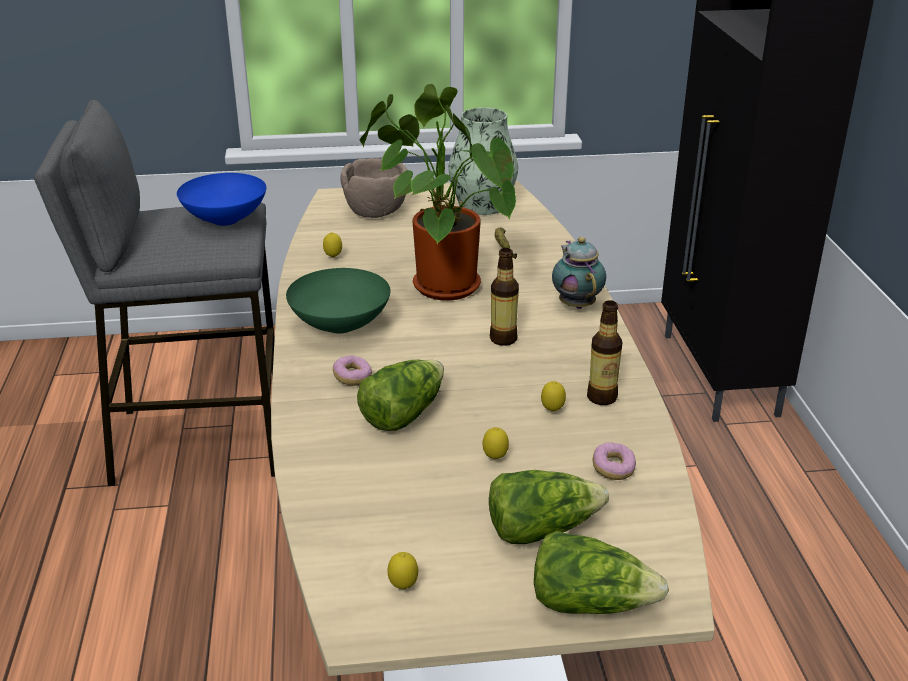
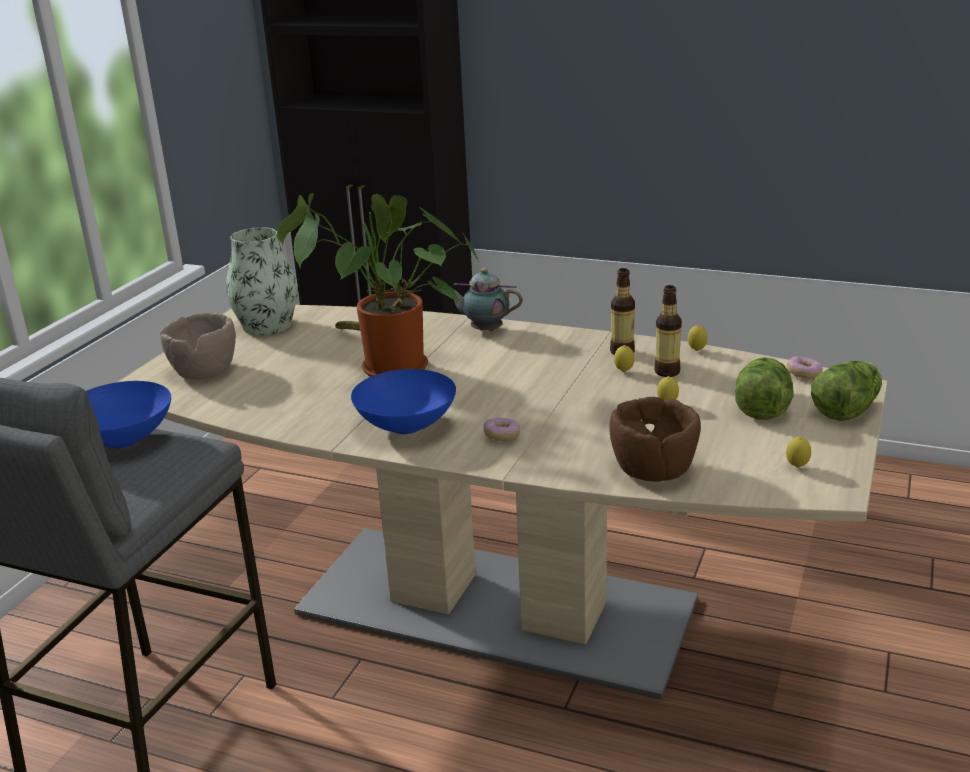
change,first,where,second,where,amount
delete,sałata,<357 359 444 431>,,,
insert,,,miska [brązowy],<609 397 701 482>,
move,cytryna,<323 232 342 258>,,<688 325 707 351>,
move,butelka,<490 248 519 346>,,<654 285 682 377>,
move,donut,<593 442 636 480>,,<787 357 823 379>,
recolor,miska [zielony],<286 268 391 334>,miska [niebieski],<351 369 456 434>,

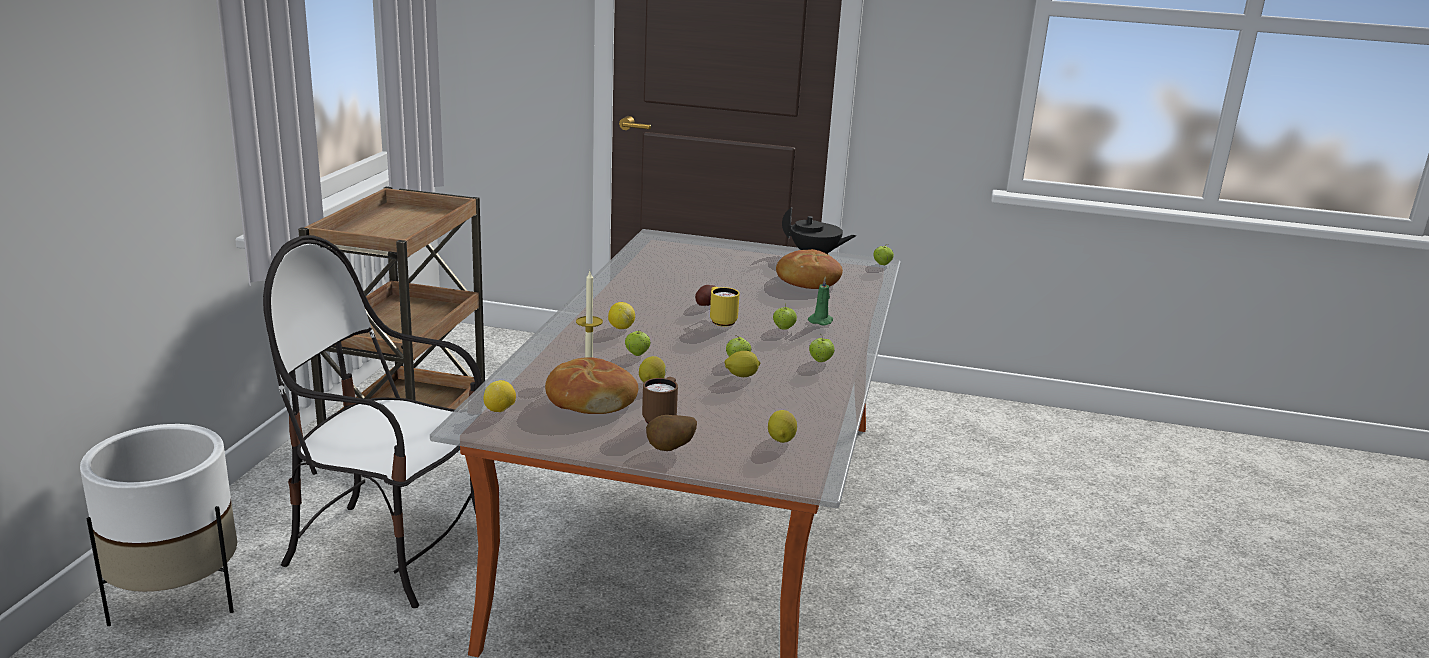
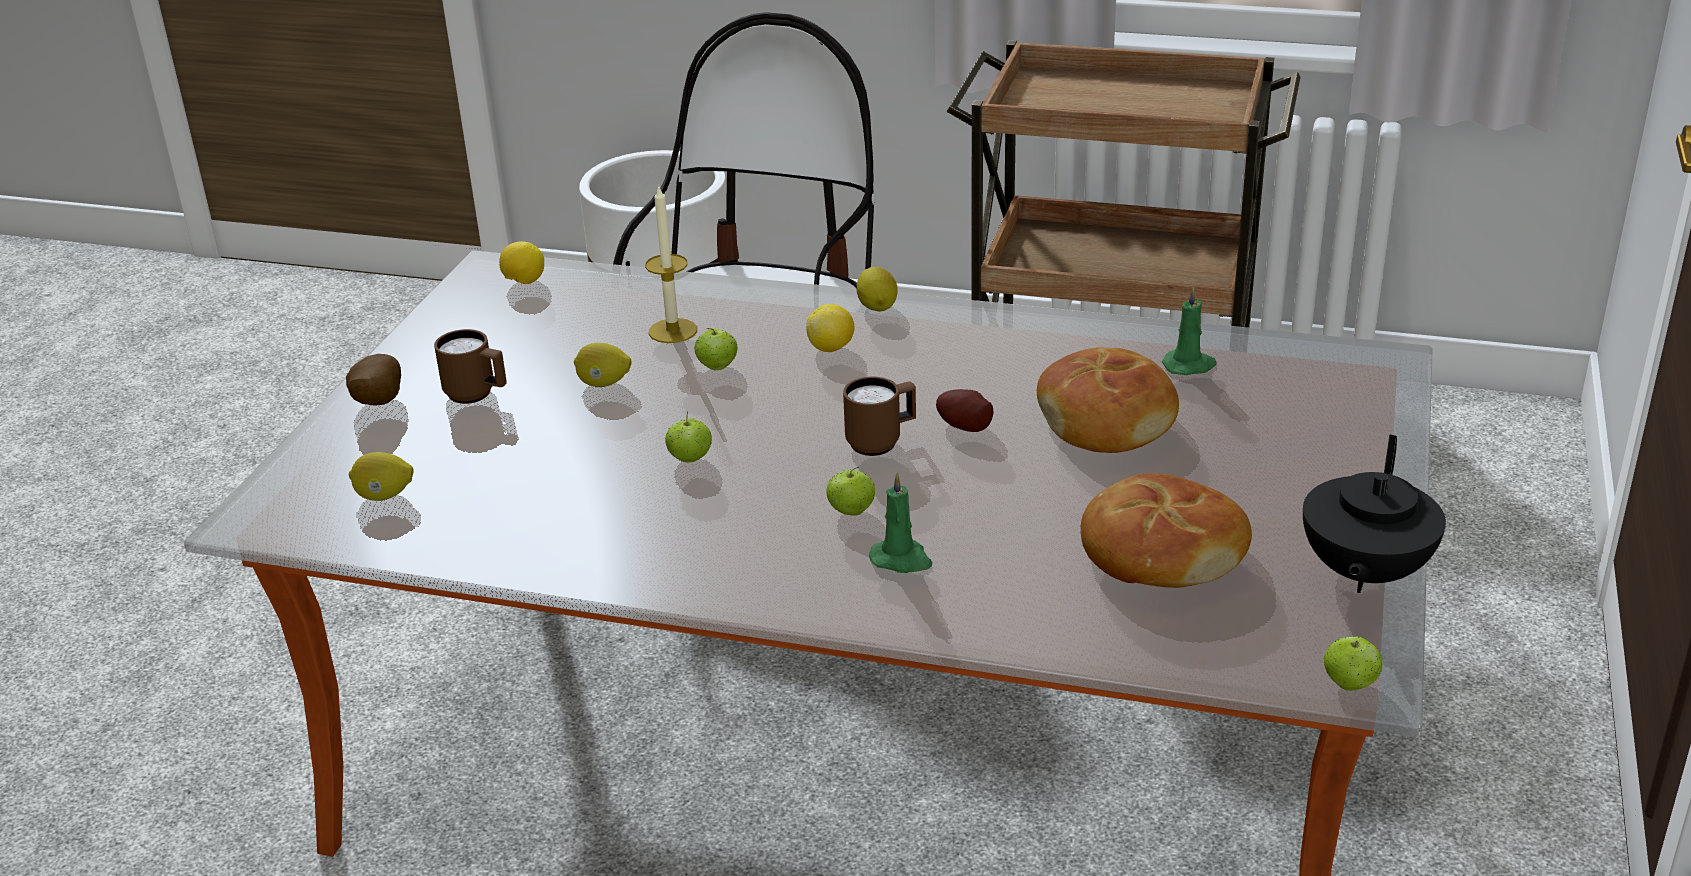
change,first,where,second,where,amount
delete,jabłko,<809 335 835 362>,,,
insert,,,świeca [zielony],<1162 286 1217 375>,
move,chleb,<545 357 638 414>,,<1037 347 1179 453>,
move,cytryna,<725 351 760 377>,,<857 267 898 312>,
recolor,kubek [żółty],<710 287 740 327>,kubek [brązowy],<843 377 916 456>,

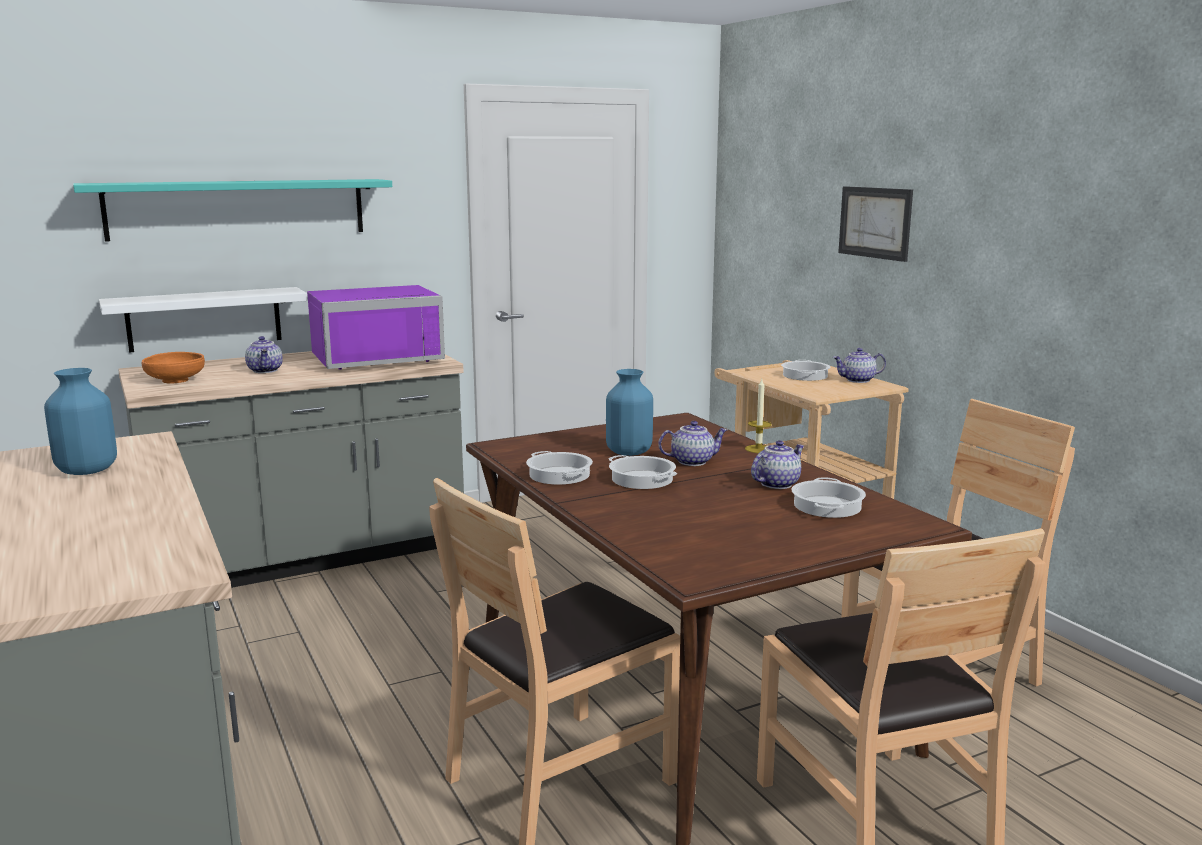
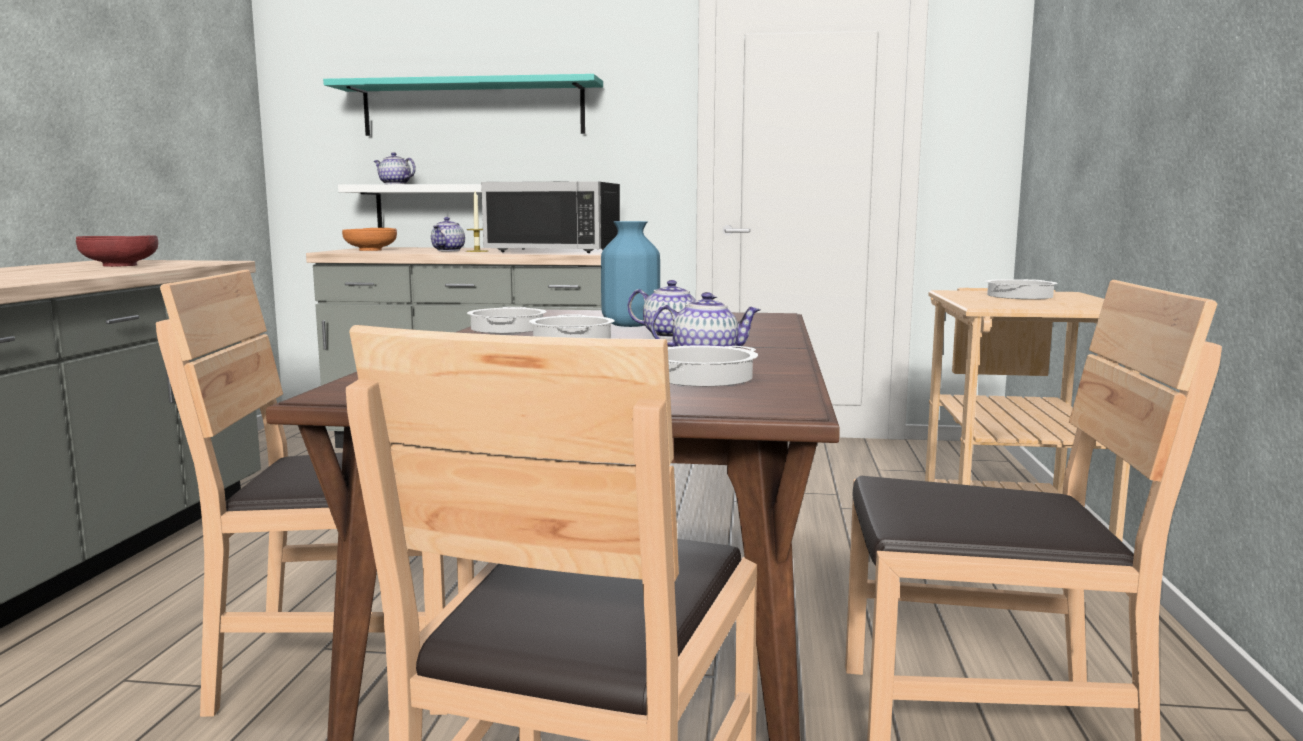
change,first,where,second,where,amount
delete,obraz,<838 186 913 262>,,,
move,świeca,<745 379 772 453>,,<466 191 488 252>,
move,imbryk,<833 348 886 383>,,<374 152 416 184>,
replace,wazon [niebieski],<44 368 117 475>,miska [czerwony],<76 235 158 267>,
recolor,mikrofalówka [fioletowy],<307 285 445 370>,mikrofalówka [czarny],<481 181 620 253>,

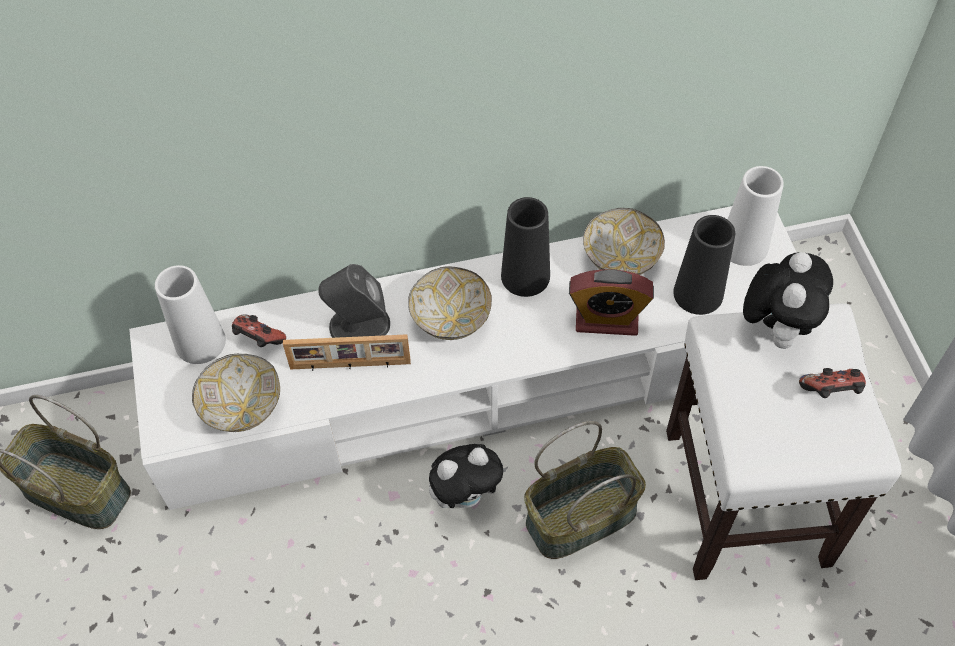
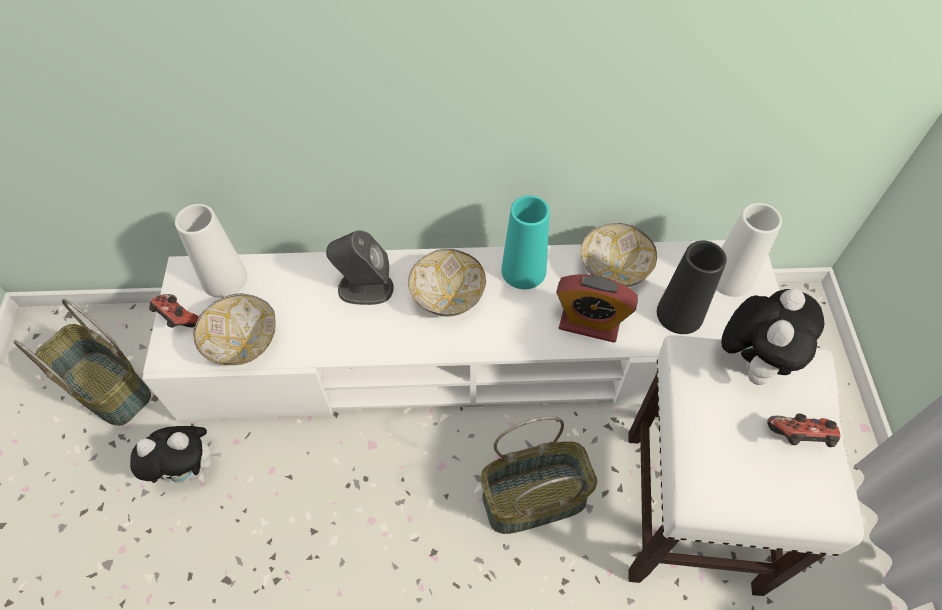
change,first,where,second,where,amount
delete,ramka na zdjęcie,<283 334 411 371>,,,
move,pad do gier,<232 314 286 347>,,<149 294 199 328>,
move,pluszak,<429 444 509 508>,,<130 426 221 483>,
recolor,wazon [czarny],<501 197 550 297>,wazon [turkusowy],<501 196 550 289>,

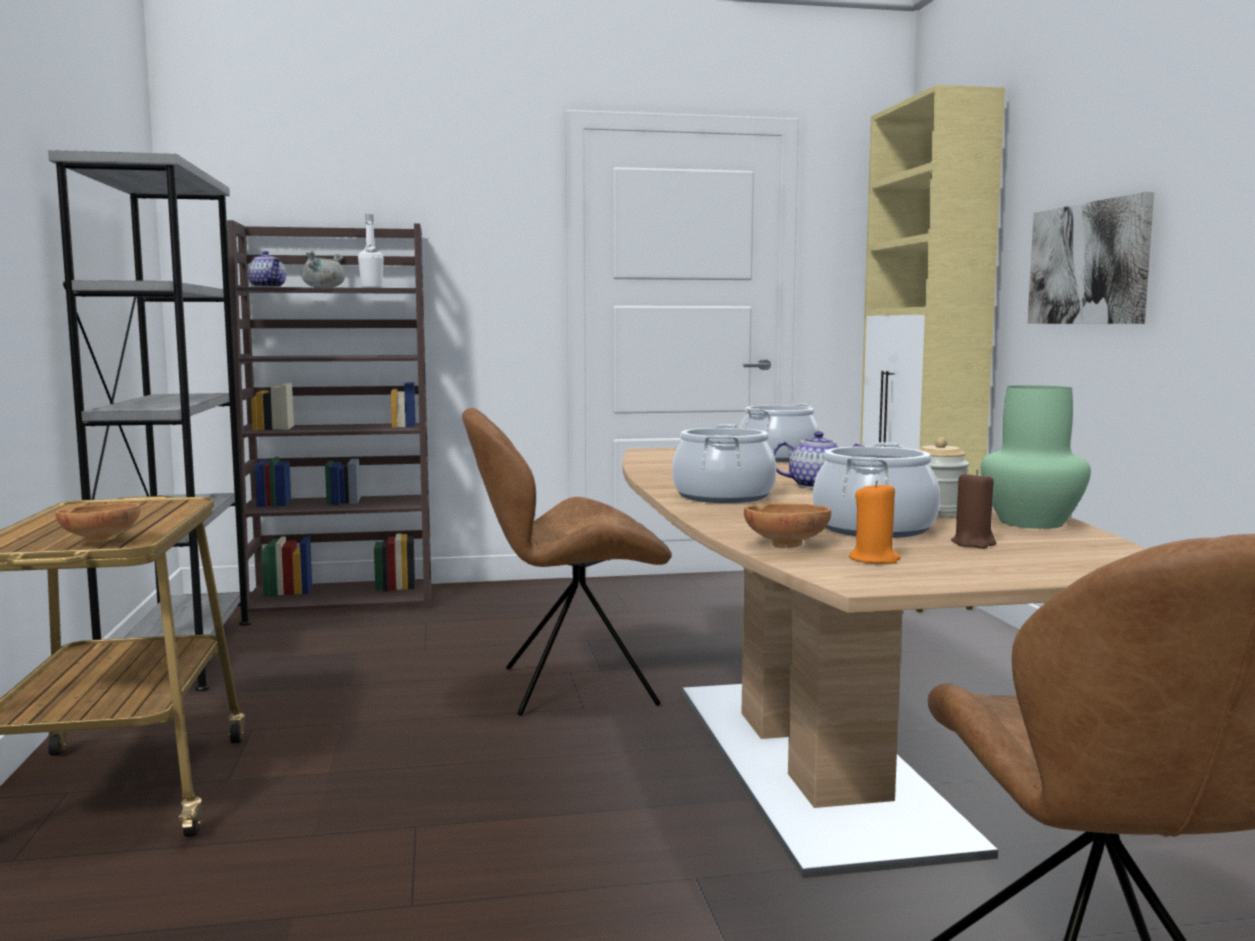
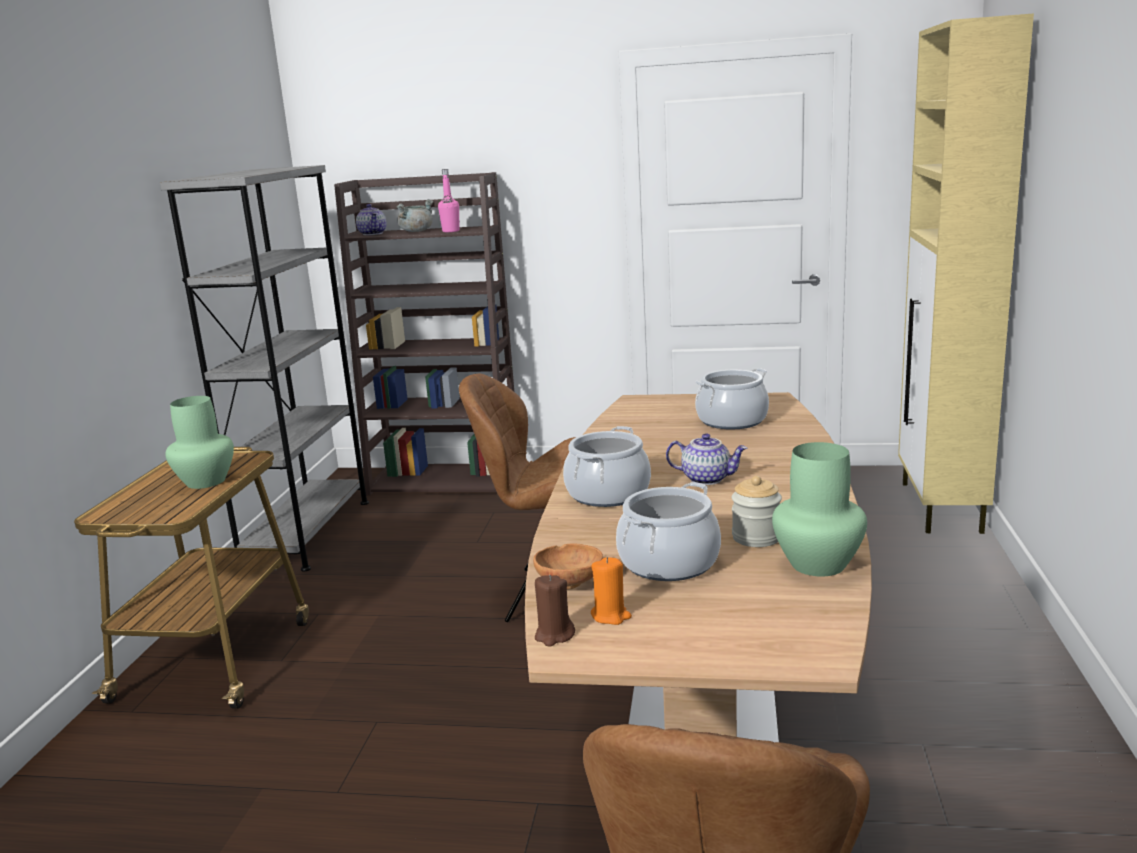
change,first,where,second,where,amount
delete,miska [brązowy],<55 503 141 543>,,,
delete,obraz,<1028 192 1154 324>,,,
insert,,,wazon [zielony],<165 396 234 489>,
move,świeca [brązowy],<951 470 996 549>,,<535 575 575 647>,
recolor,butelka [biały],<358 214 384 288>,butelka [różowy],<438 169 460 232>,

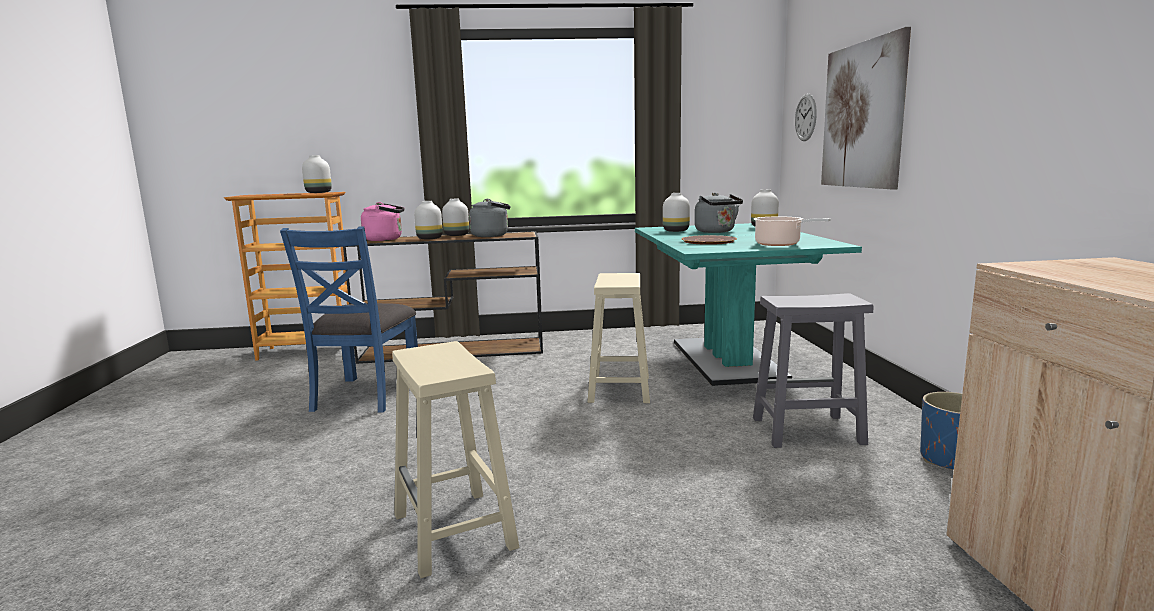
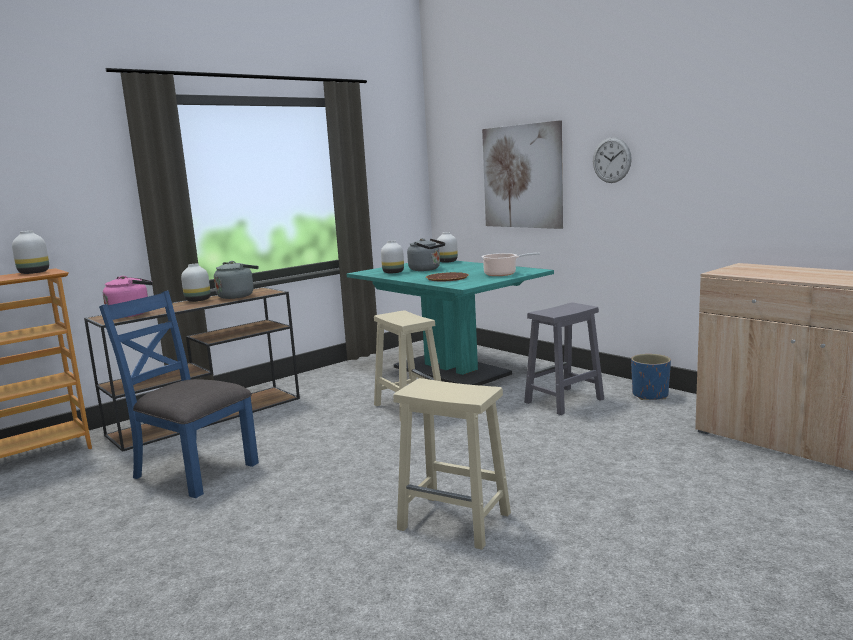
change,first,where,second,where,amount
delete,wazon [biały],<414 201 443 239>,,,
move,zegar ścienny,<795 94 817 141>,,<593 137 632 183>,
rotate,krzesło [niebieski],<280 226 418 413>,,<99 290 259 498>,150 degrees clockwise

